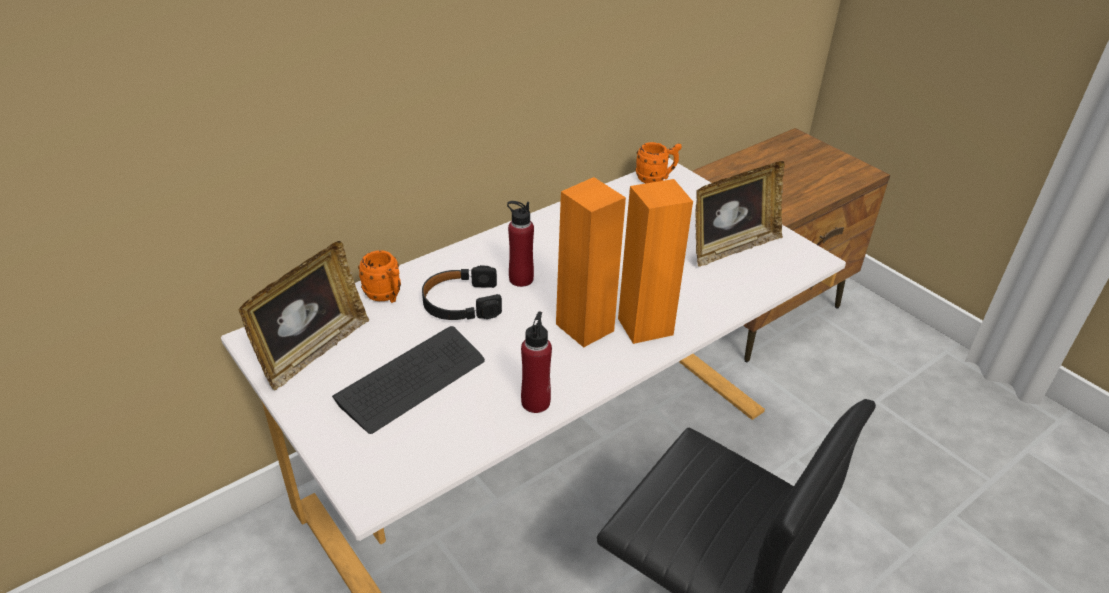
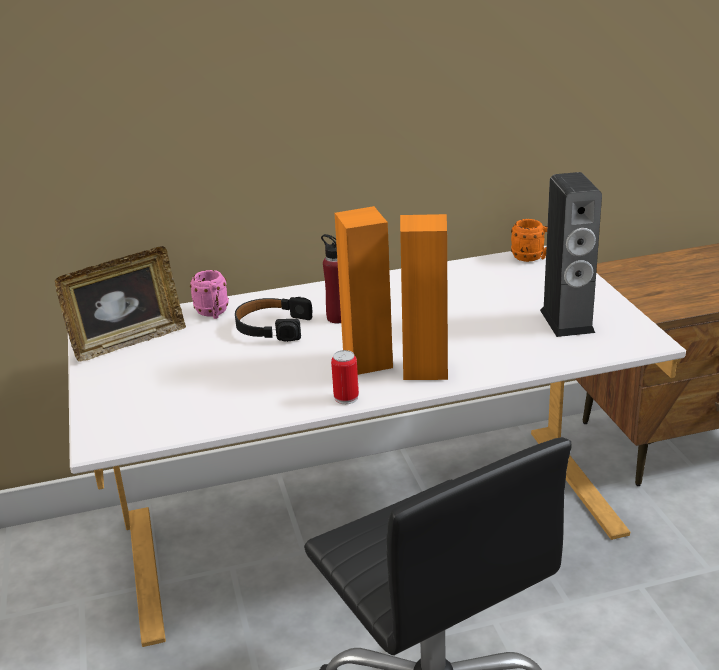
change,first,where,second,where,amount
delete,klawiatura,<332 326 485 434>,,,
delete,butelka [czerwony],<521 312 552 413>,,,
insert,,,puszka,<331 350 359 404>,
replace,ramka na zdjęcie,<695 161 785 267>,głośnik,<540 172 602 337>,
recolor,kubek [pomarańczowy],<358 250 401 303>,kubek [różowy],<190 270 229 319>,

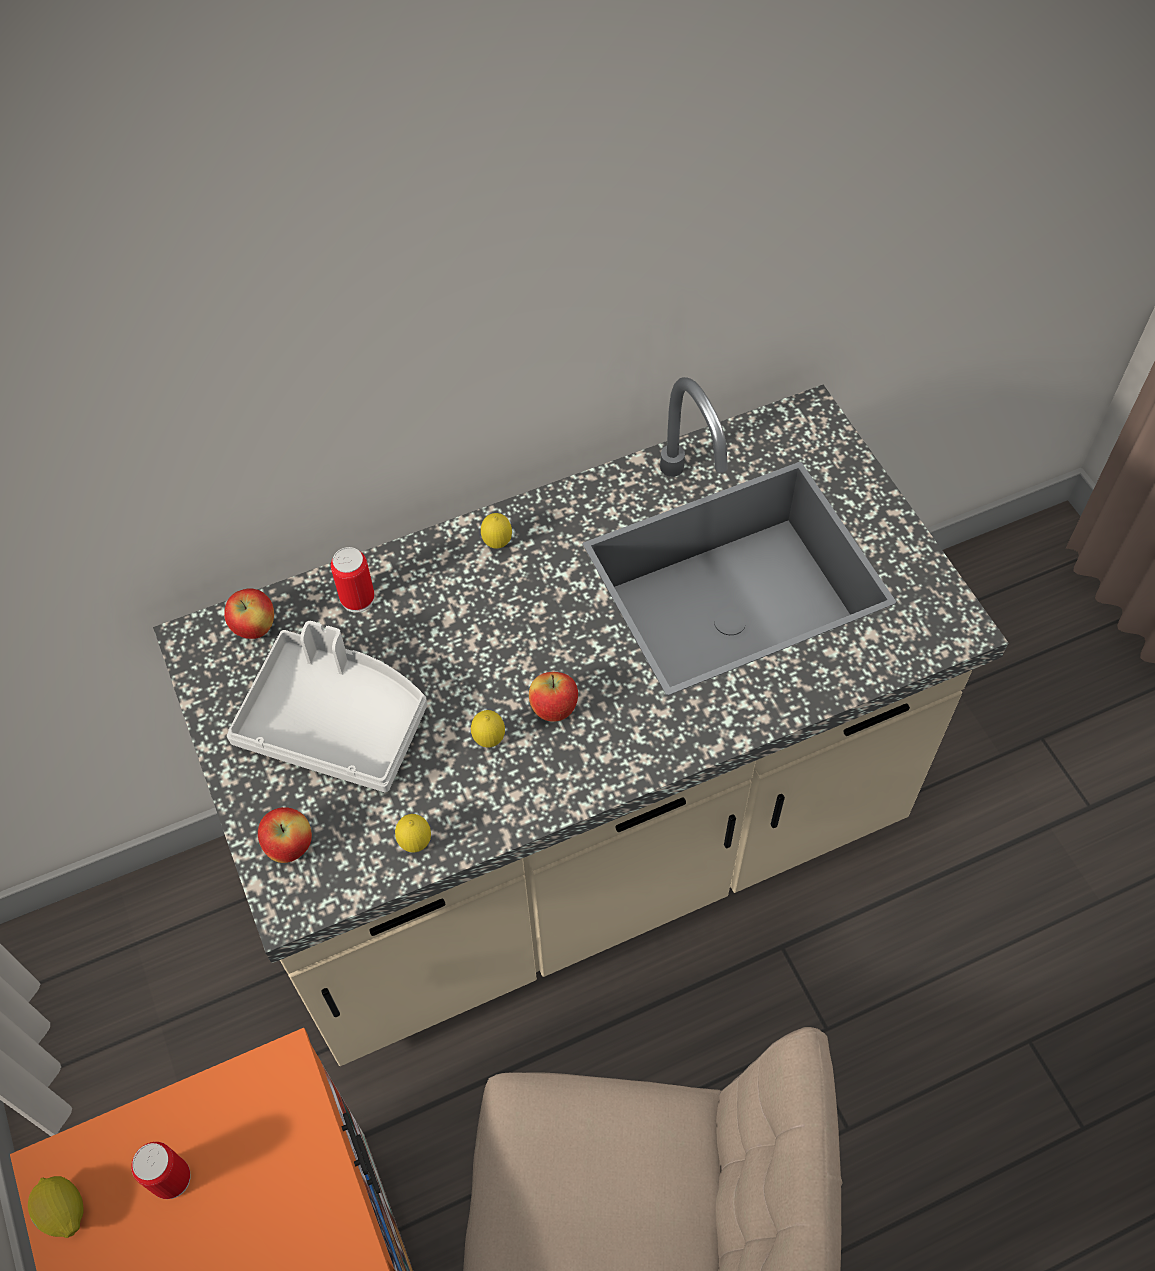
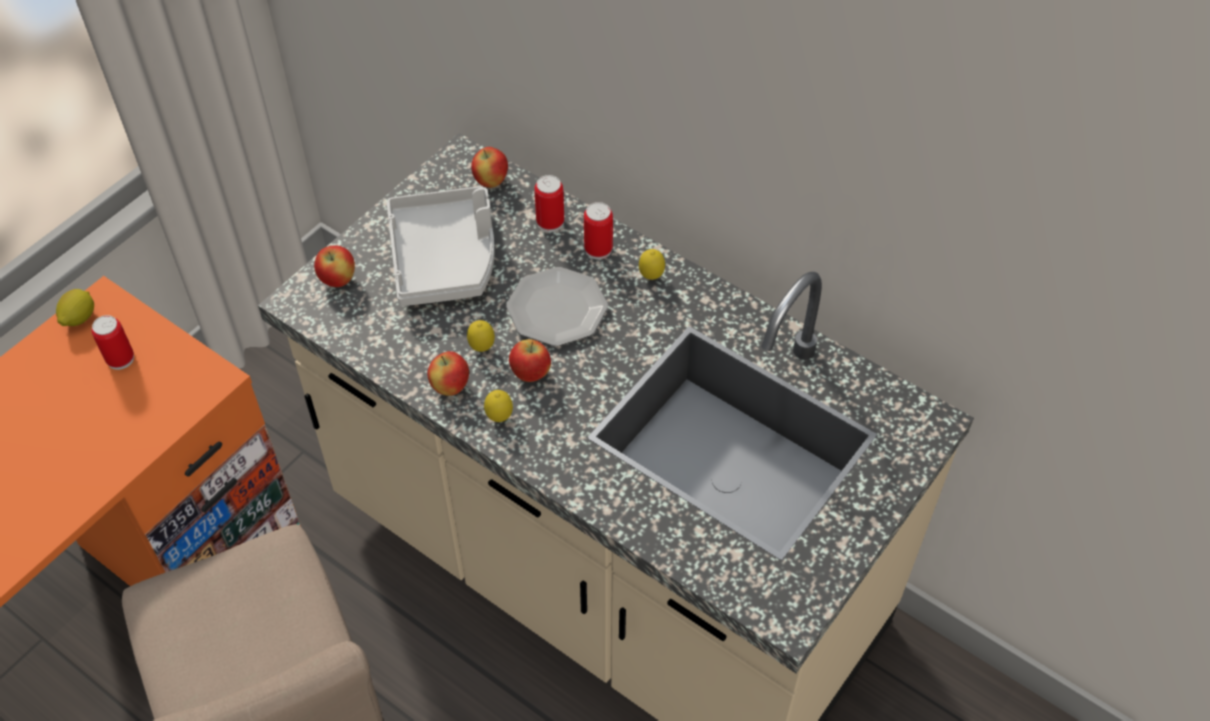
change,first,where,second,where,amount
insert,,,jabłko,<427 351 469 396>,
insert,,,talerz,<506 267 608 346>,
insert,,,puszka,<584 202 613 260>,
move,cytryna,<395 814 431 852>,,<484 390 513 422>,

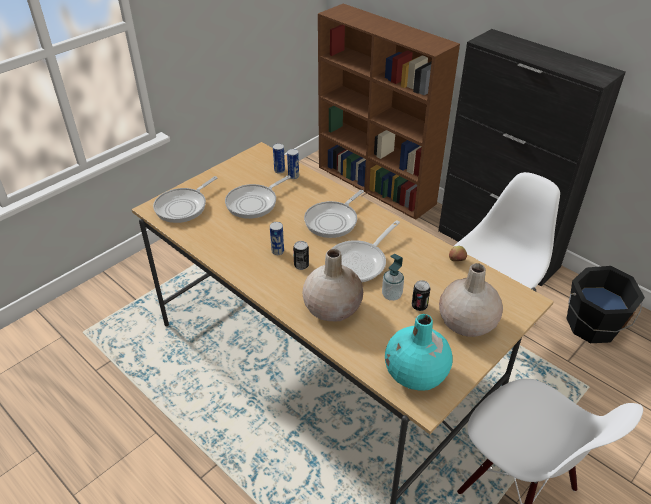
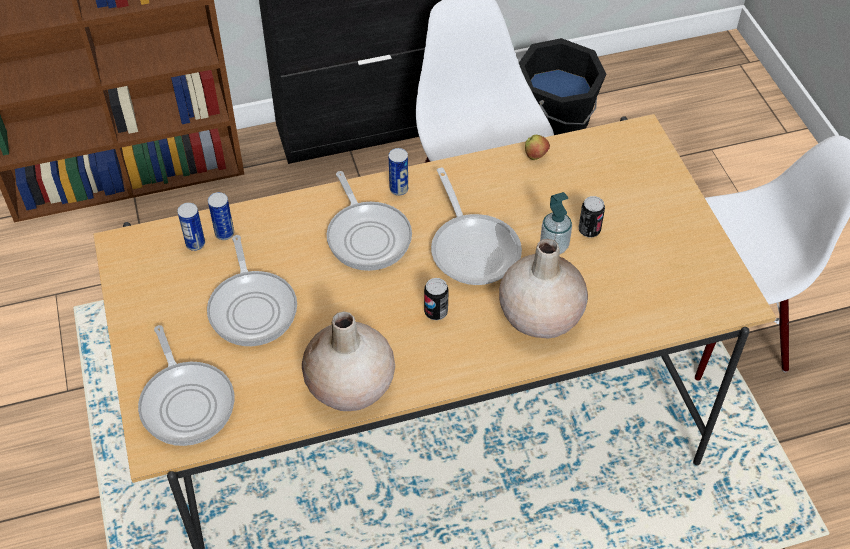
change,first,where,second,where,amount
delete,wazon [turkusowy],<385 314 453 391>,,,
move,puszka,<270 222 284 255>,,<388 148 408 196>,
move,wazon [beżowy],<439 263 503 337>,,<302 311 395 411>,

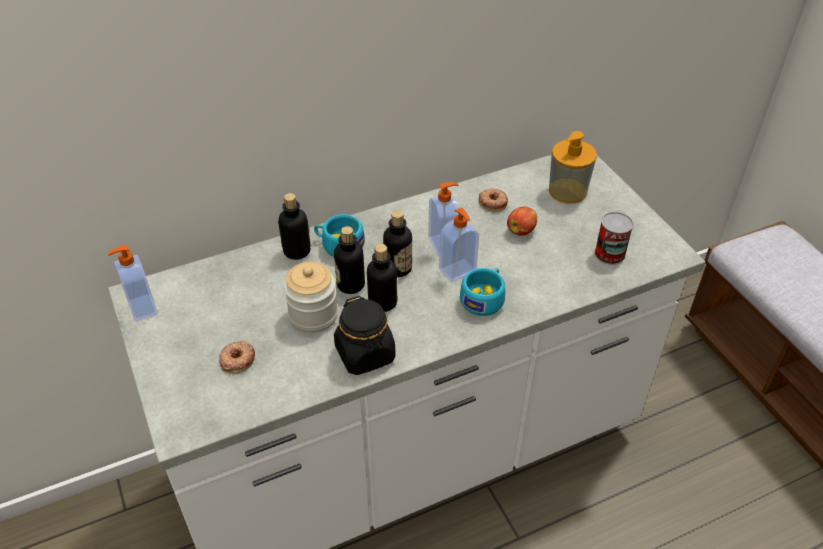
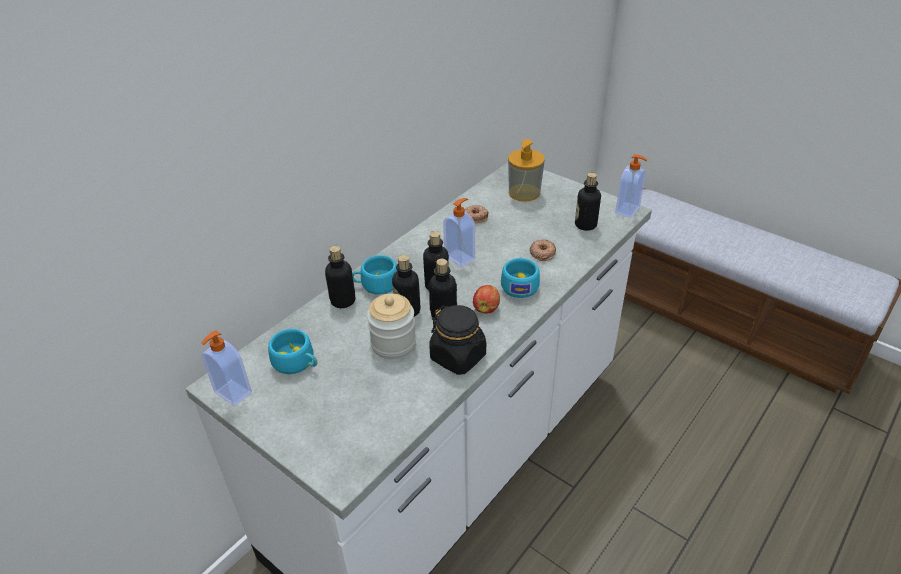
change,first,where,second,where,amount
insert,,,filiżanka [turkusowy],<268 329 318 374>,
move,donut,<219 341 255 373>,,<530 239 556 261>,
move,dozownik mydła,<439 207 479 282>,,<615 154 647 218>,
move,jabłko,<507 206 537 236>,,<473 285 500 314>,
replace,puszka,<595 212 634 265>,butelka,<575 173 601 231>,

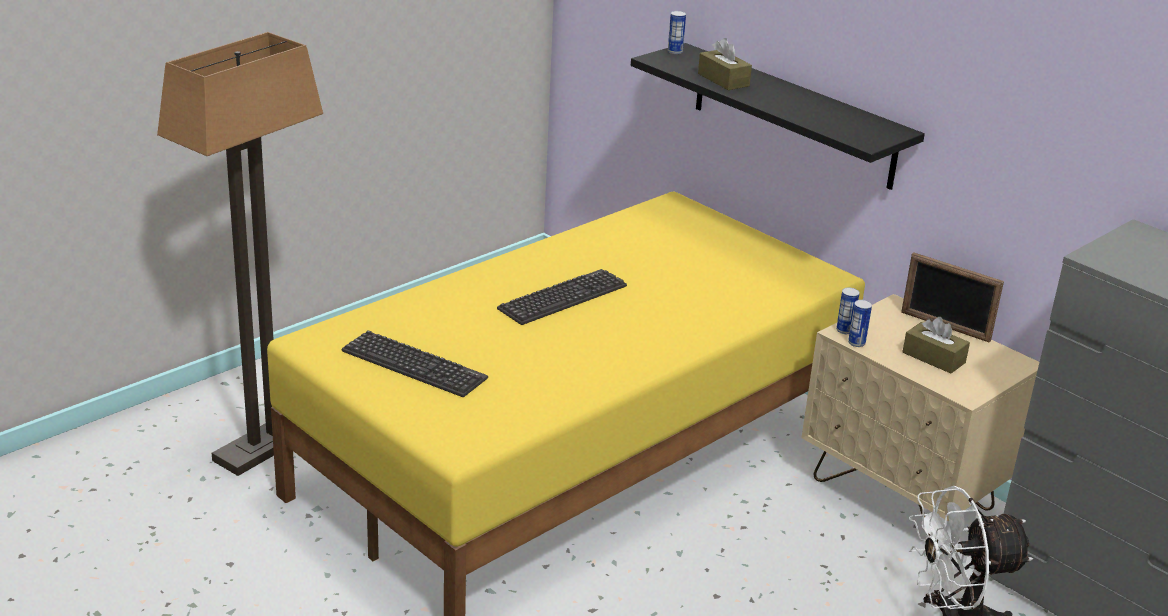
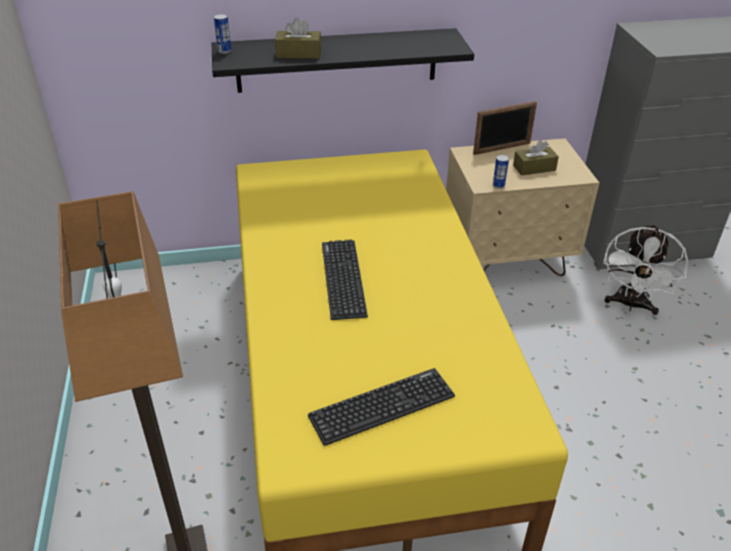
change,first,where,second,where,amount
delete,puszka,<836 288 860 334>,,,

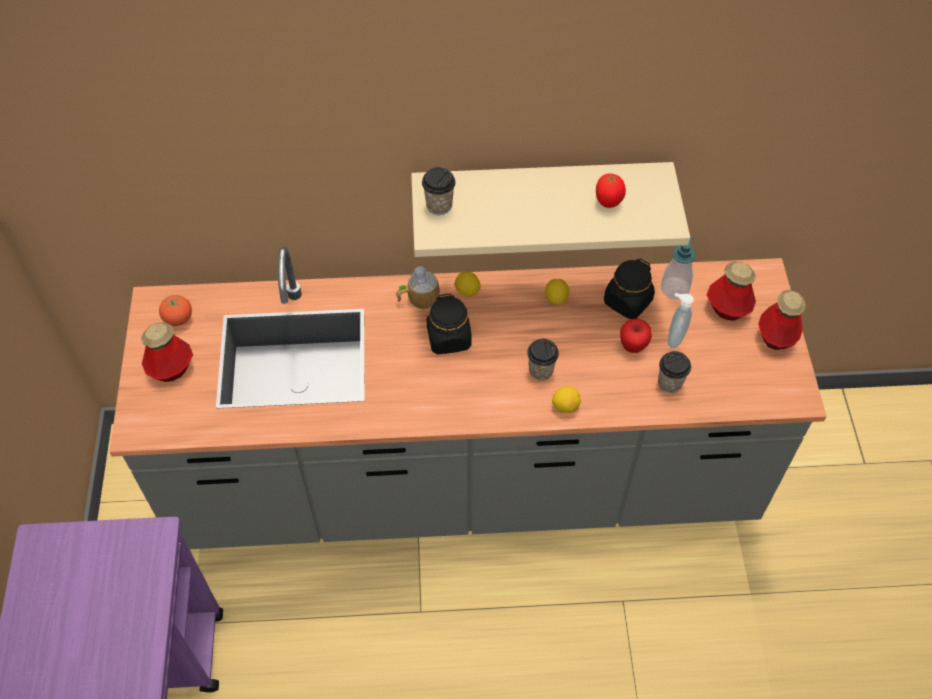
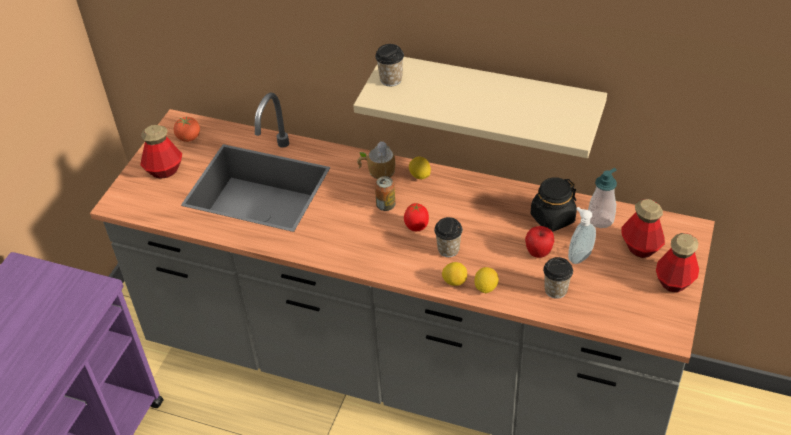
change,first,where,second,where,amount
move,cytryna,<545 279 570 305>,,<474 267 499 293>,
move,pomidor,<596 173 626 208>,,<404 203 429 231>,
replace,słoik [czarny],<427 293 472 354>,puszka,<375 176 395 211>,

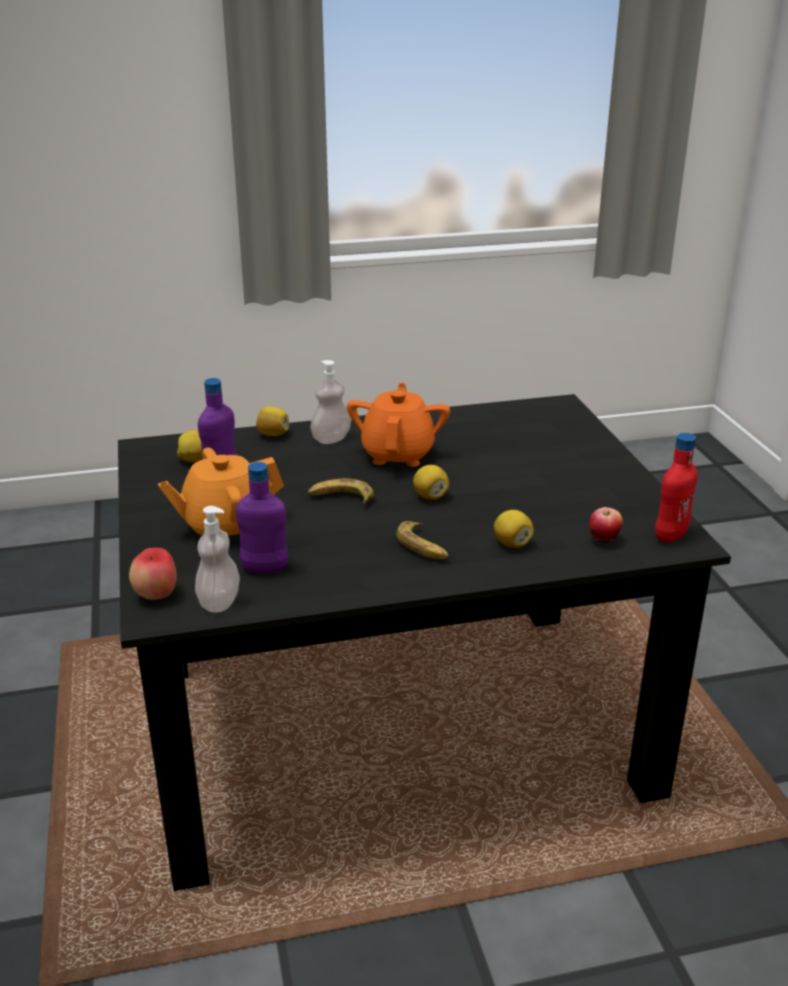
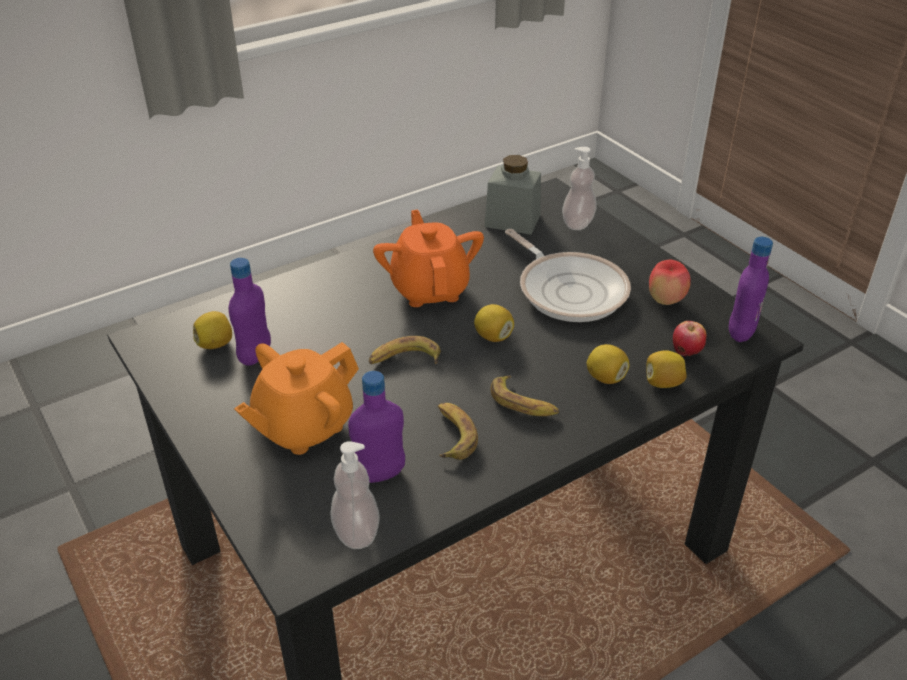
change,first,where,second,where,amount
insert,,,banan,<438 403 478 460>,
insert,,,słoik [szary],<485 155 541 235>,
insert,,,patelnia,<505 229 631 322>,
move,jabłko,<129 548 177 600>,,<649 260 691 305>,
move,cytryna,<256 406 289 436>,,<646 350 687 388>,
move,dozownik mydła,<310 360 352 444>,,<562 147 597 230>,
recolor,butelka [czerwony],<655 433 698 543>,butelka [fioletowy],<729 237 773 342>,

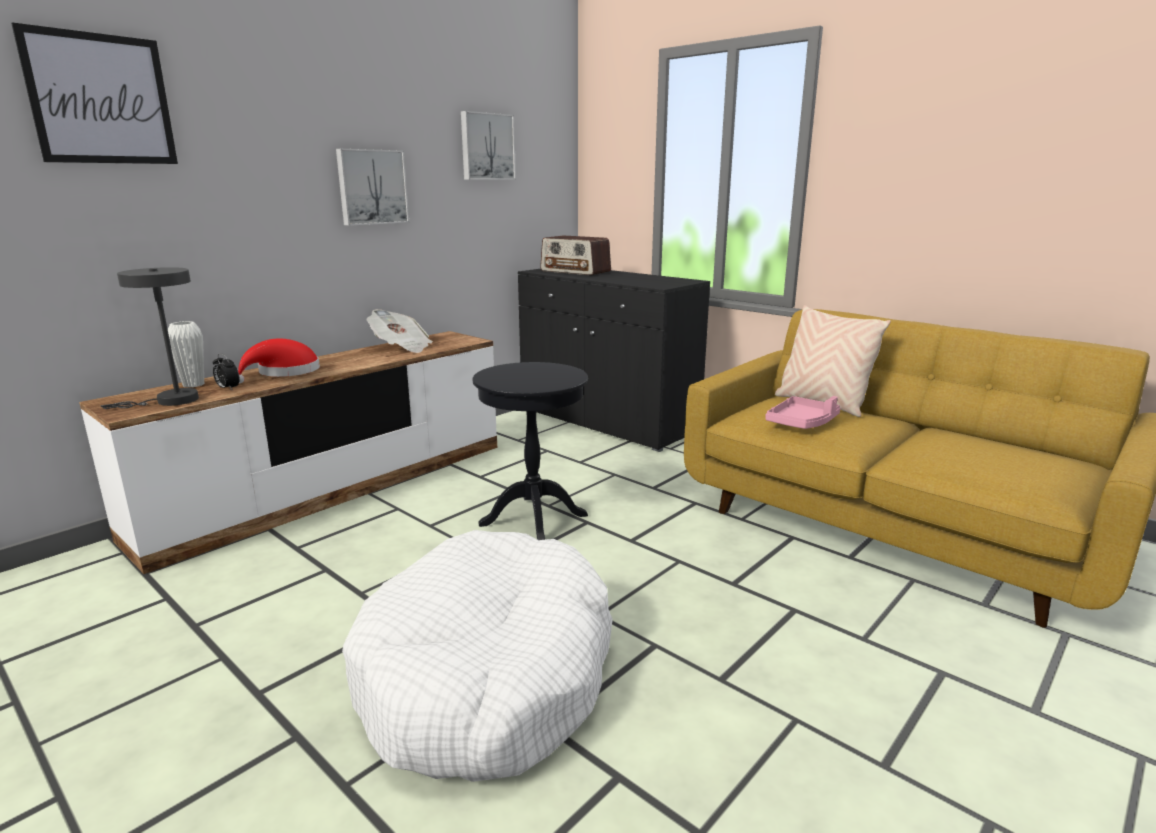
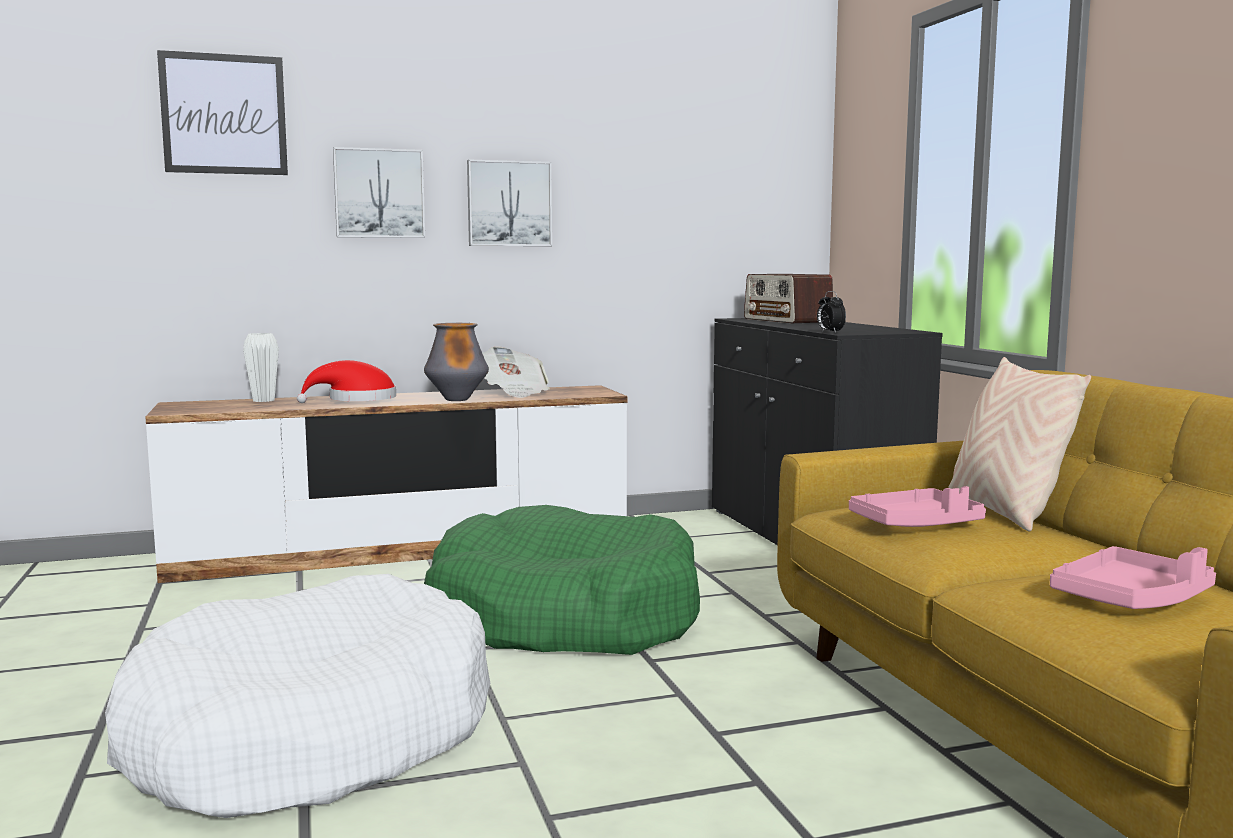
change,first,where,second,where,amount
delete,lampa stołowa [szary],<101 267 199 409>,,,
insert,,,wazon,<424 323 489 401>,
insert,,,taca [różowy],<1050 546 1216 609>,
move,budzik,<213 353 240 390>,,<817 291 846 333>,
move,obraz,<461 111 516 180>,,<333 147 425 238>,
replace,stolik [czarny],<472 362 588 540>,legowisko [zielony],<424 505 700 655>,

